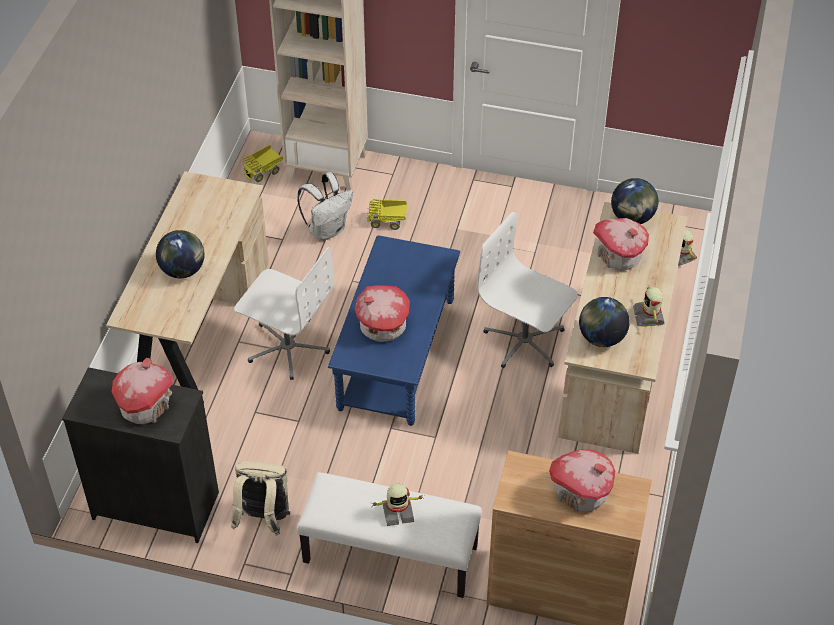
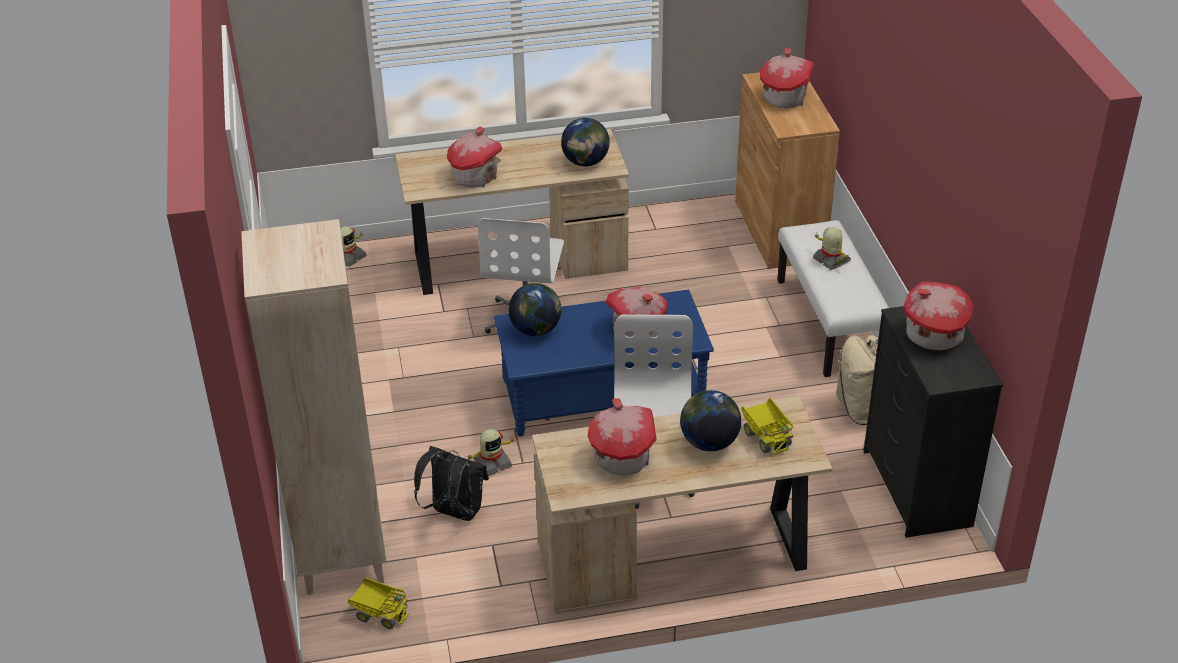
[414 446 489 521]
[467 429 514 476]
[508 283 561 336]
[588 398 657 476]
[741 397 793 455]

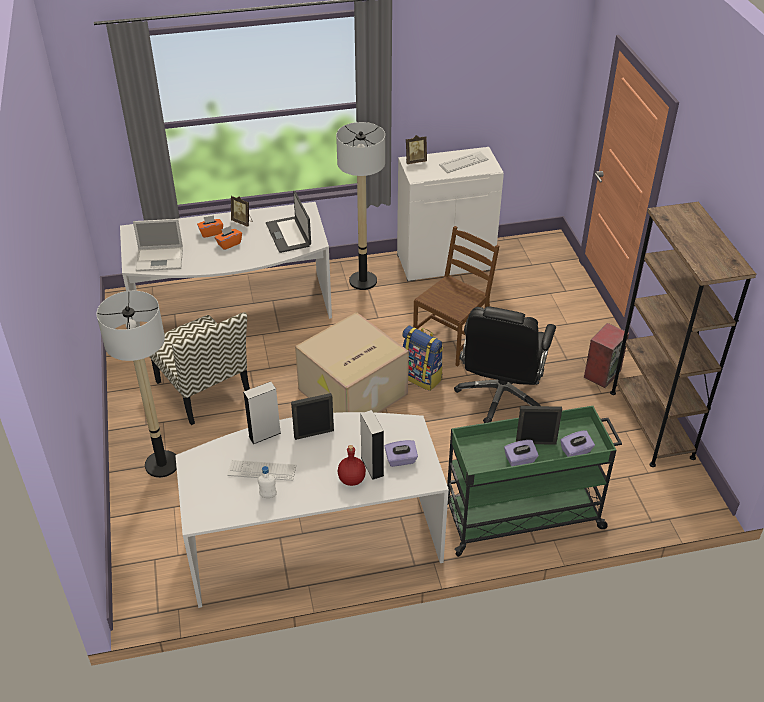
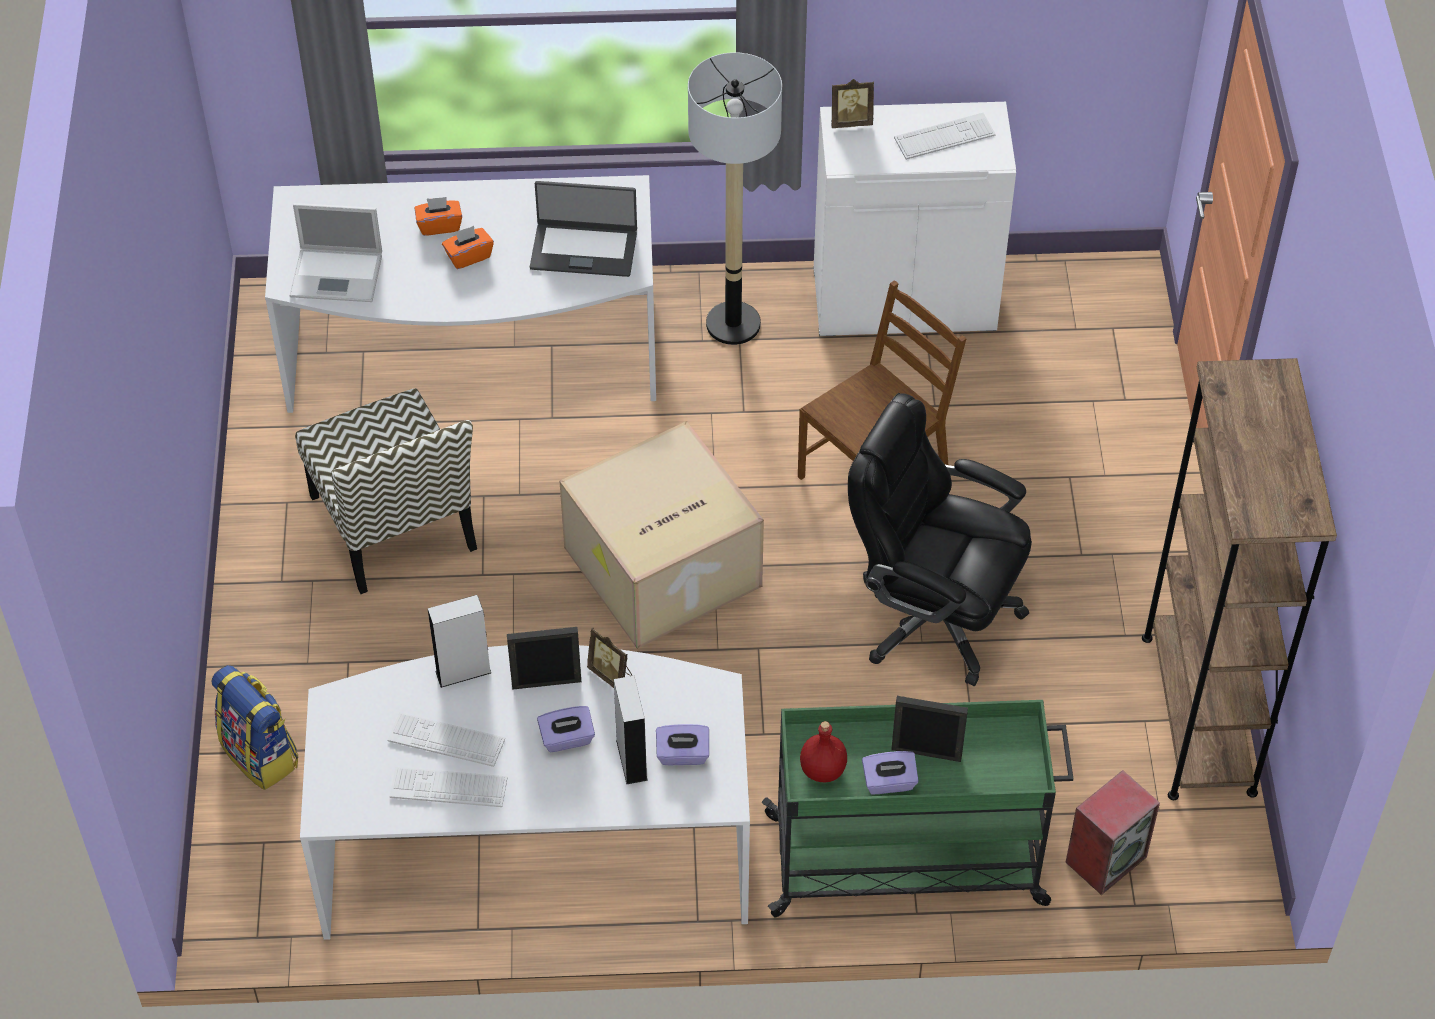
[211 665 298 790]
[389 767 508 807]
[530 181 637 277]
[537 706 595 752]
[587 627 632 688]
[800 721 847 782]
[848 393 1032 686]
[1065 770 1160 895]
[97 291 177 478] (first image)

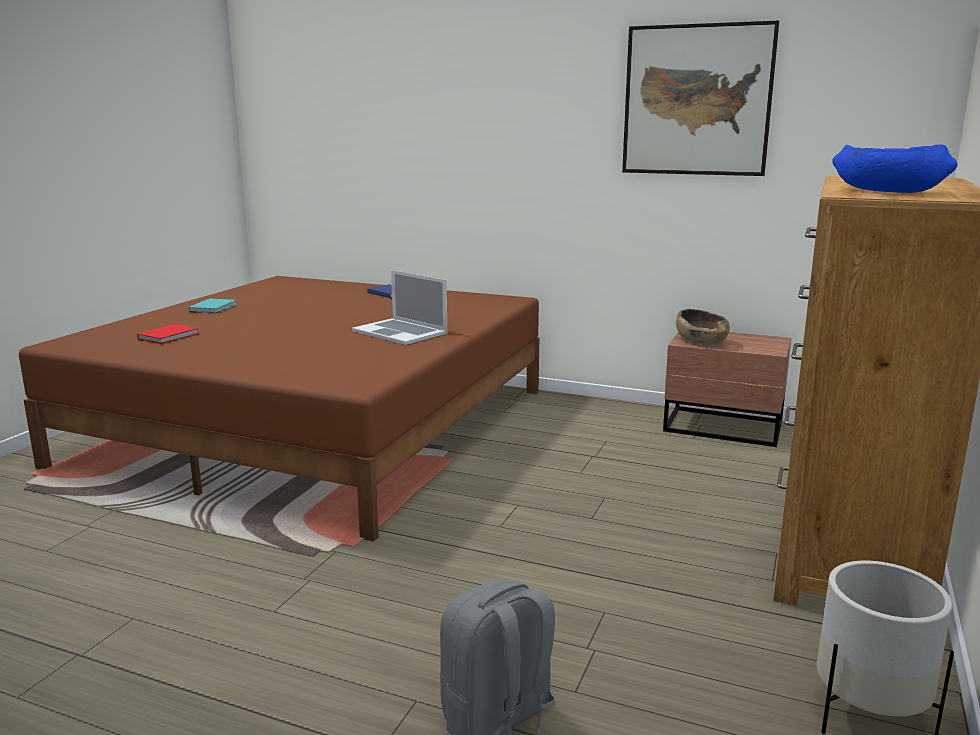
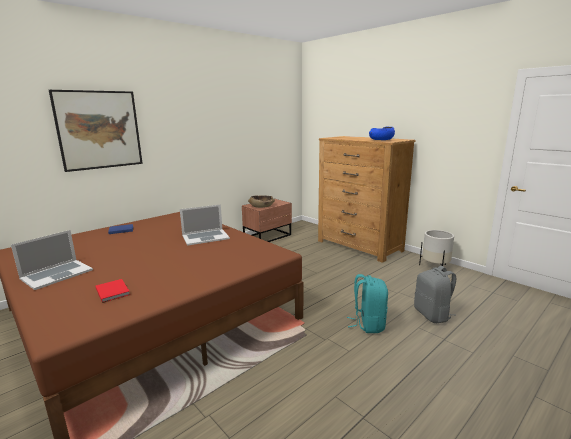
[11 230 93 290]
[49 90 143 172]
[347 274 388 333]

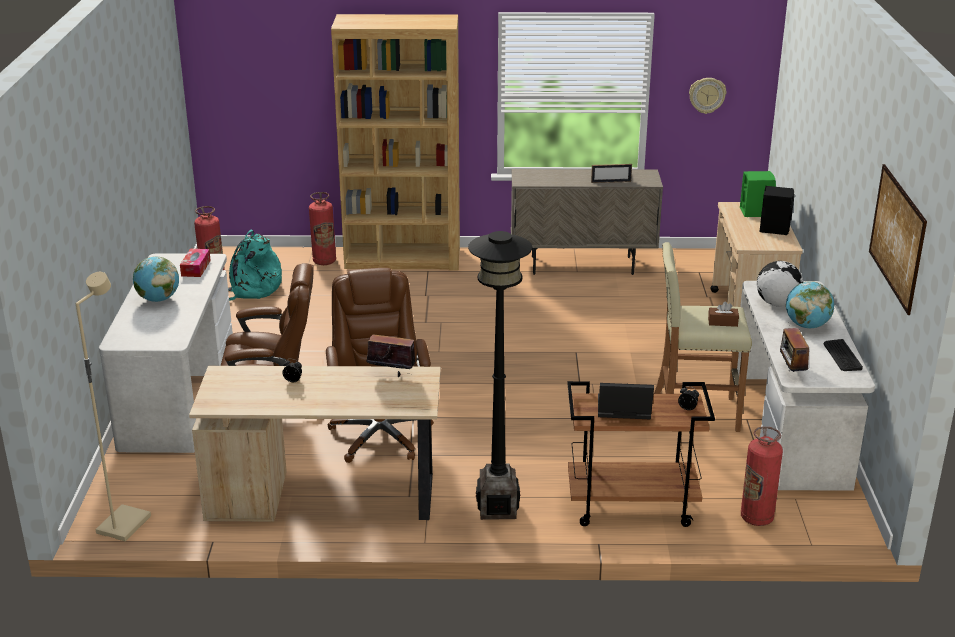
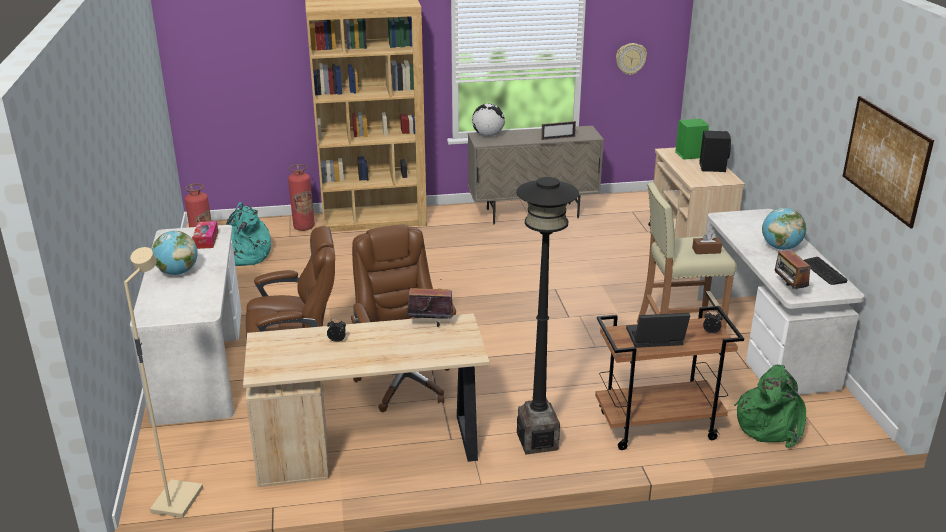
[472 103 505 137]
[734 365 806 448]

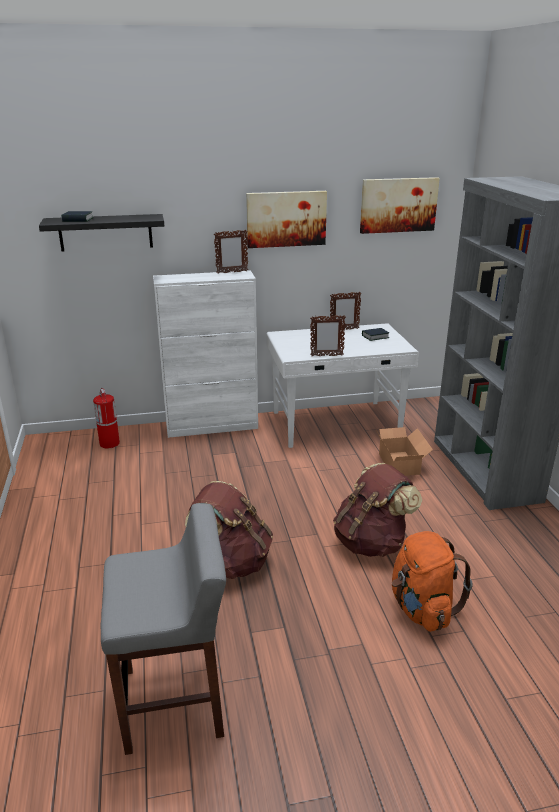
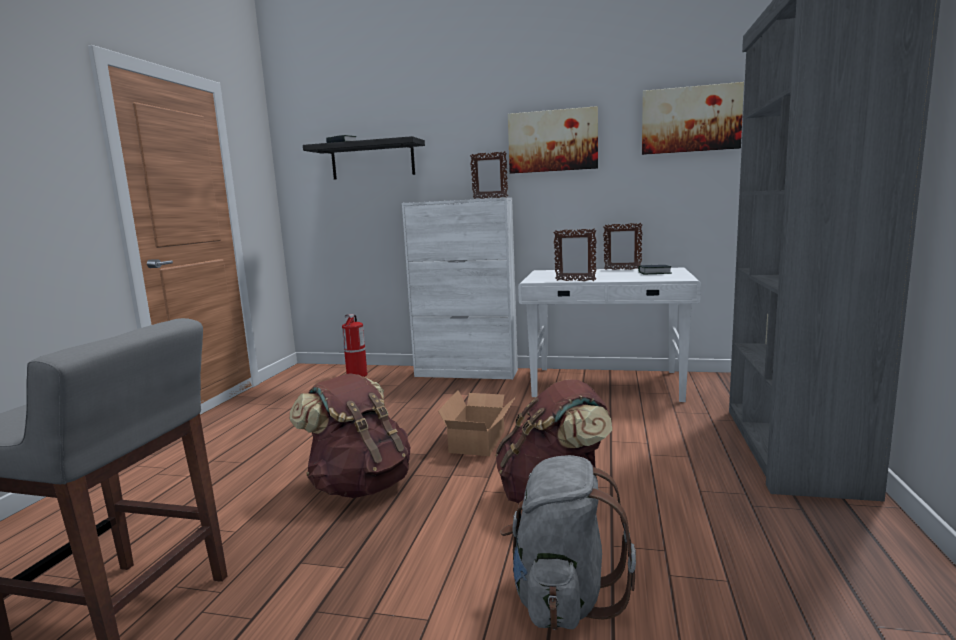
[438 390 516 456]
[500 455 636 630]

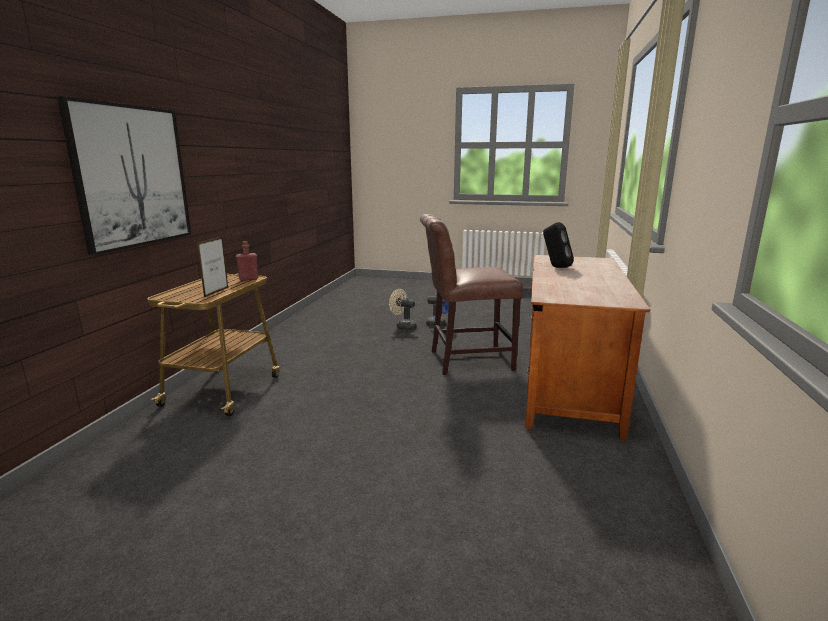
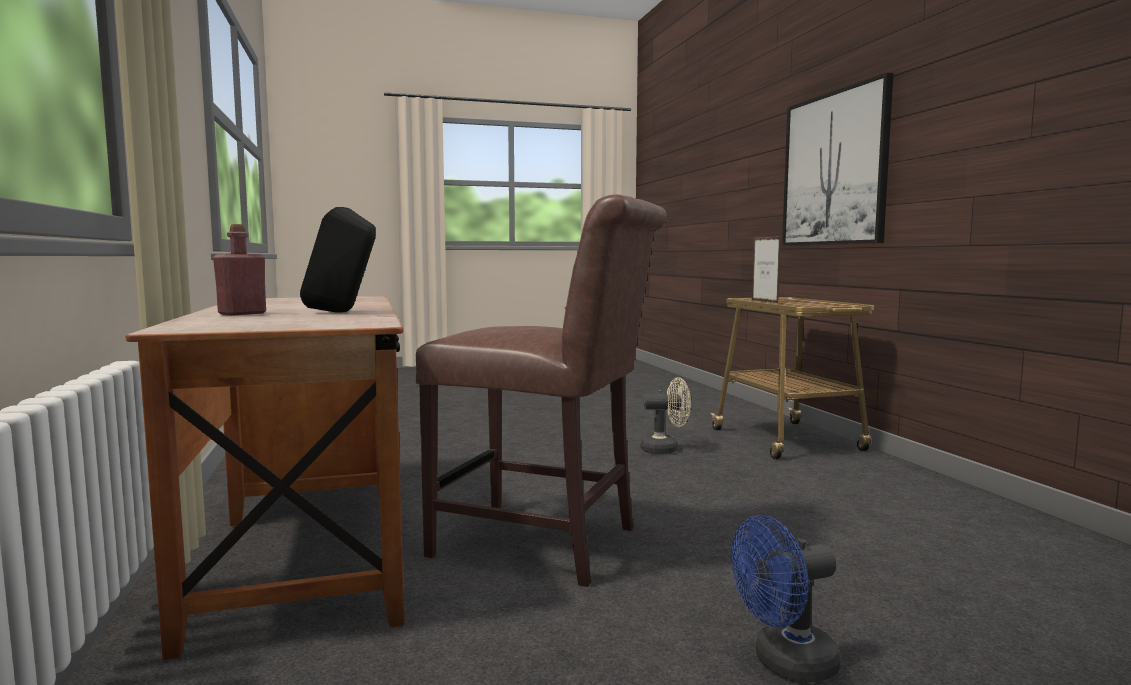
[213 224 266 316]
[416 194 667 587]
[641 377 691 454]

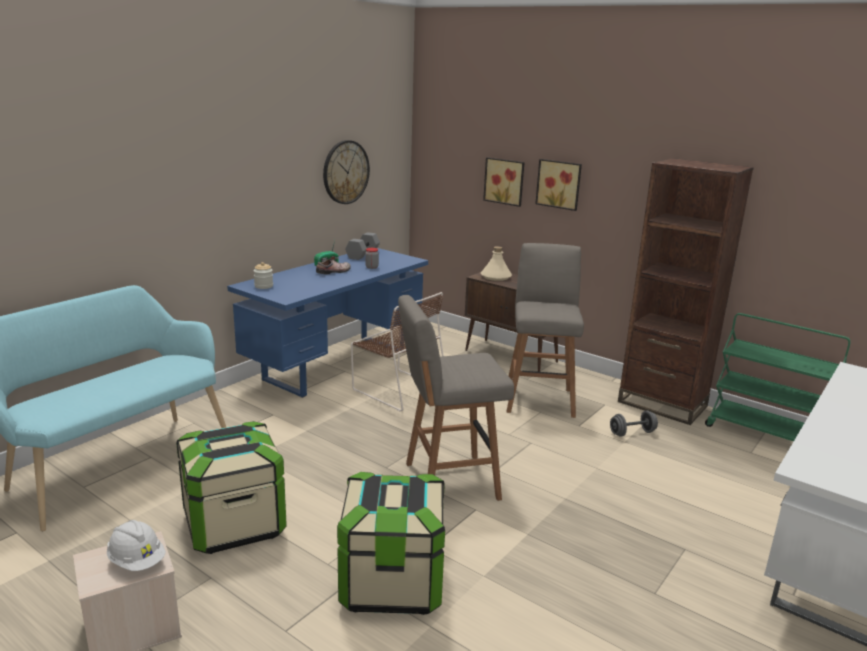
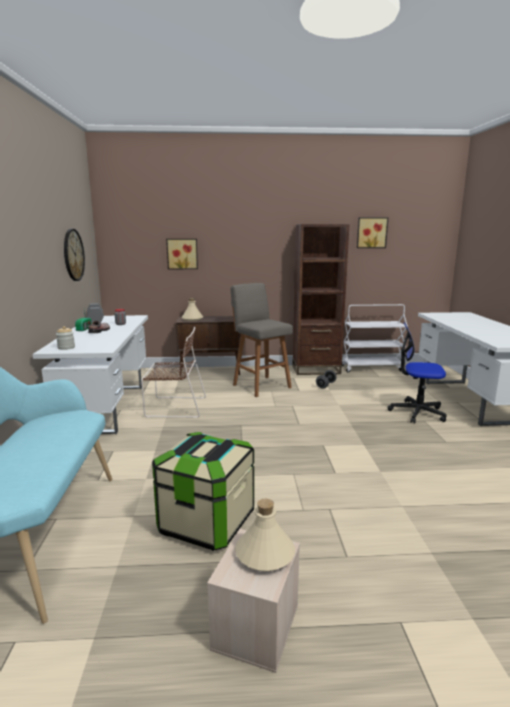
[33 315 148 434]
[235 499 295 571]
[342 304 408 372]
[357 217 388 248]
[387 322 447 424]
[337 472 445 615] (first image)
[398 295 514 501] (first image)

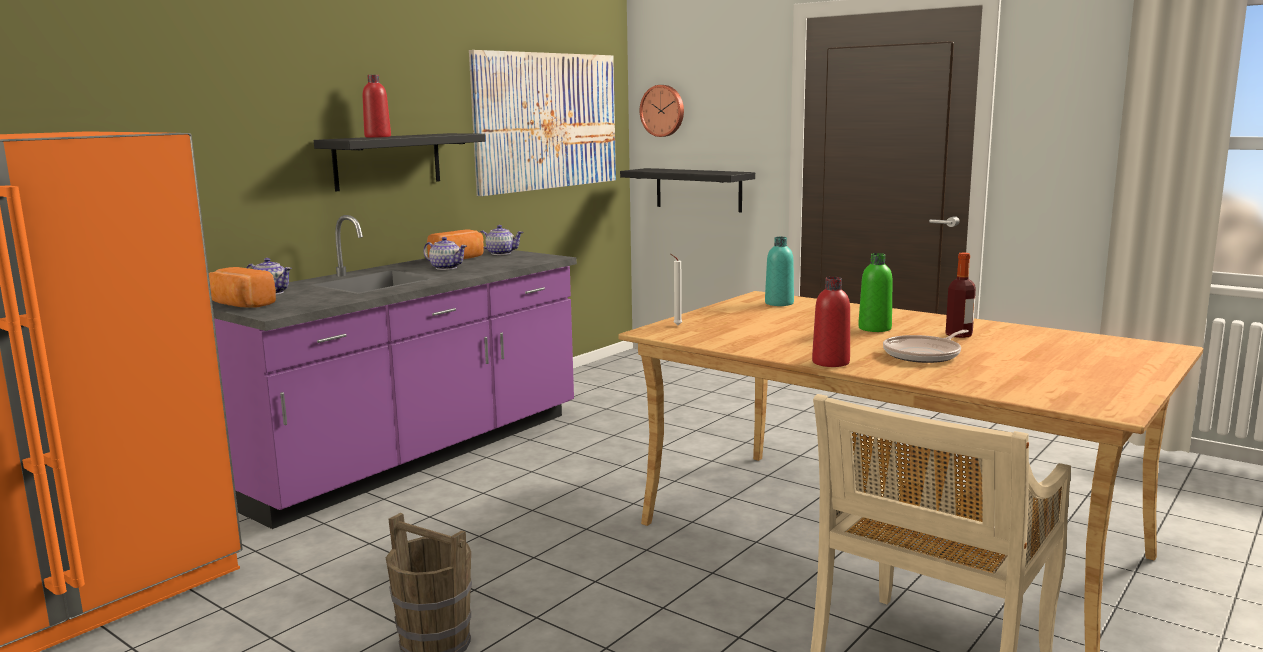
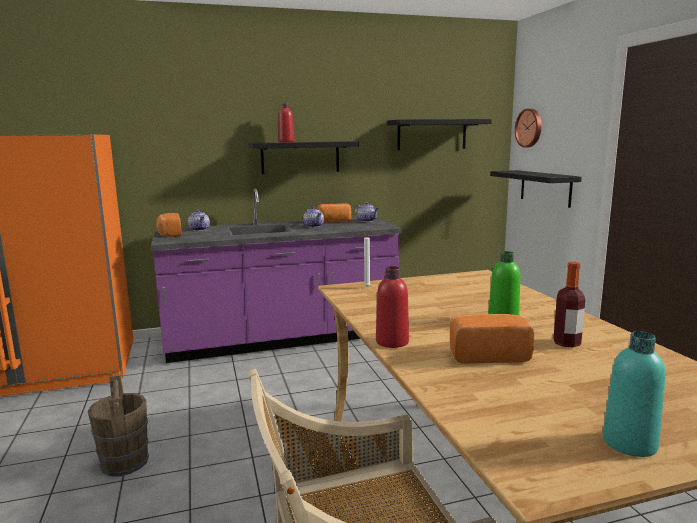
[388 119 492 150]
[450 314 534 364]
[603 331 666 457]

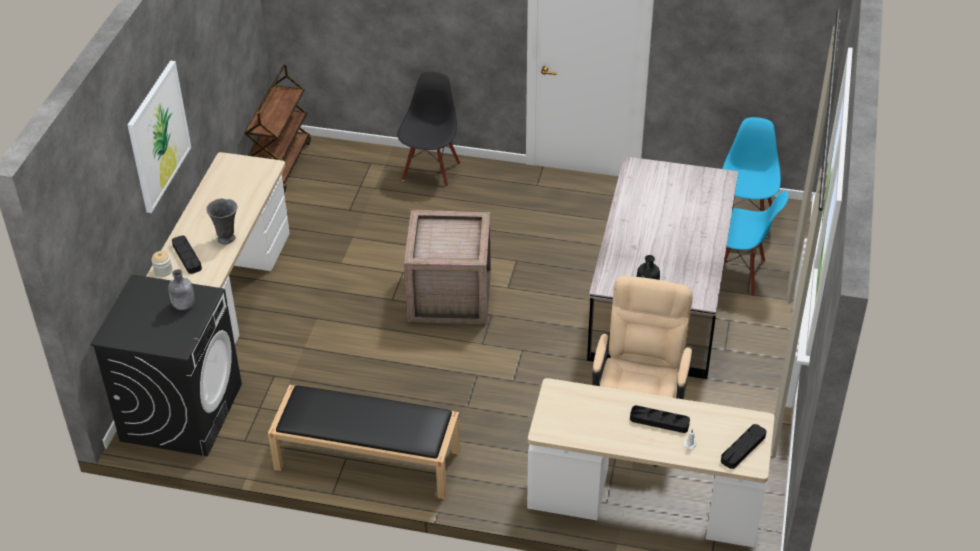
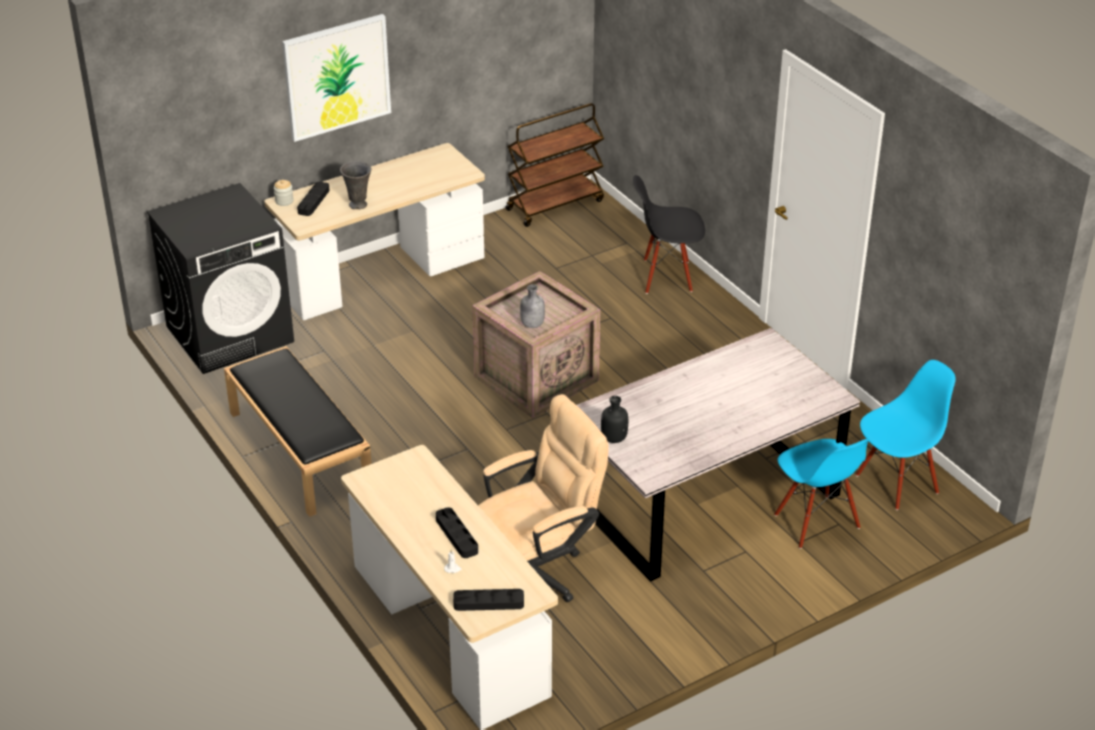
[520 284 545 328]
[633 175 705 294]

